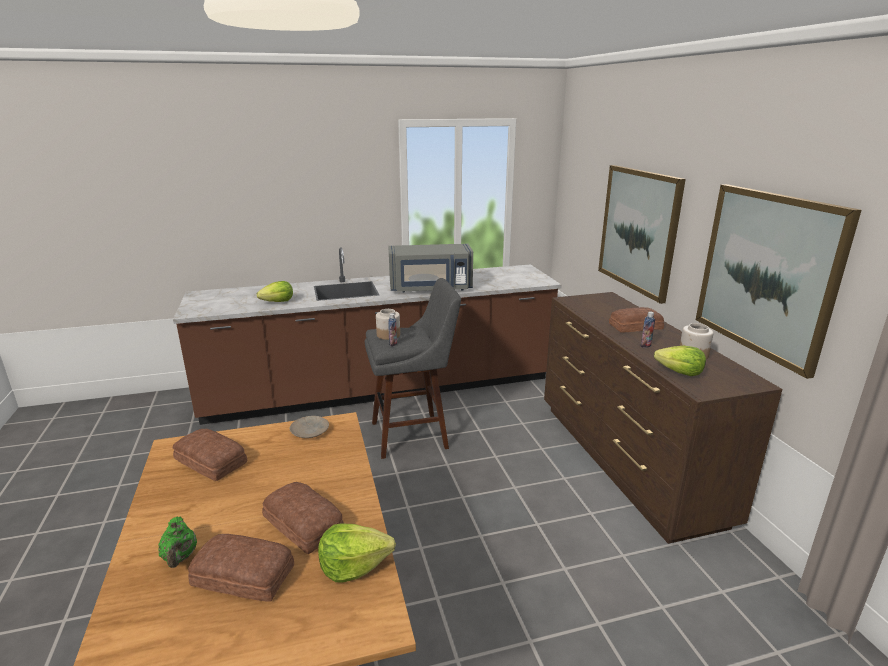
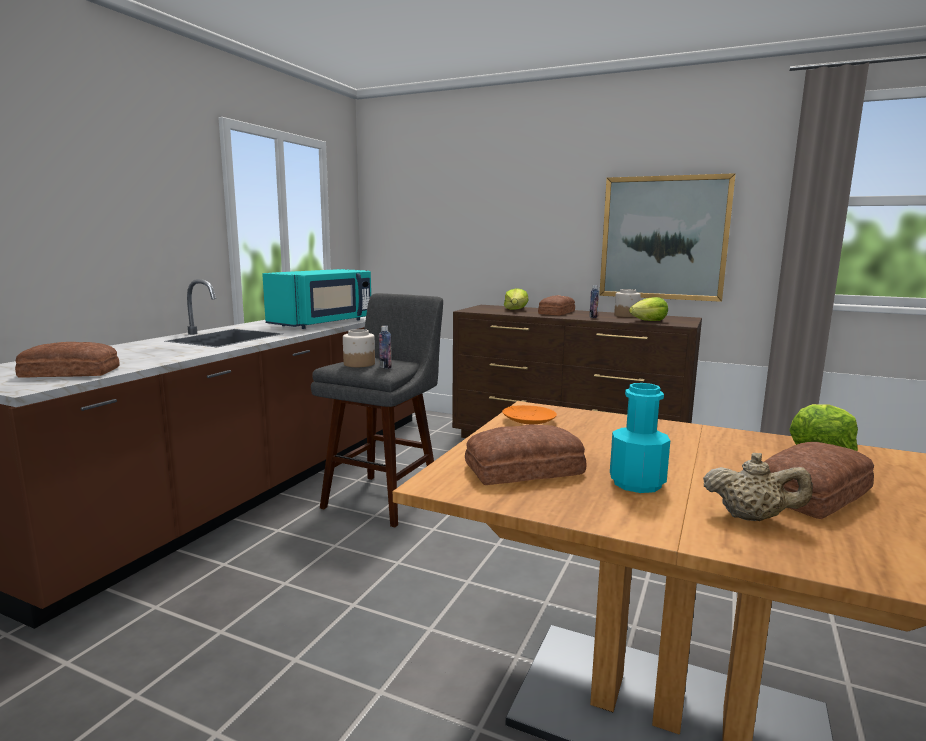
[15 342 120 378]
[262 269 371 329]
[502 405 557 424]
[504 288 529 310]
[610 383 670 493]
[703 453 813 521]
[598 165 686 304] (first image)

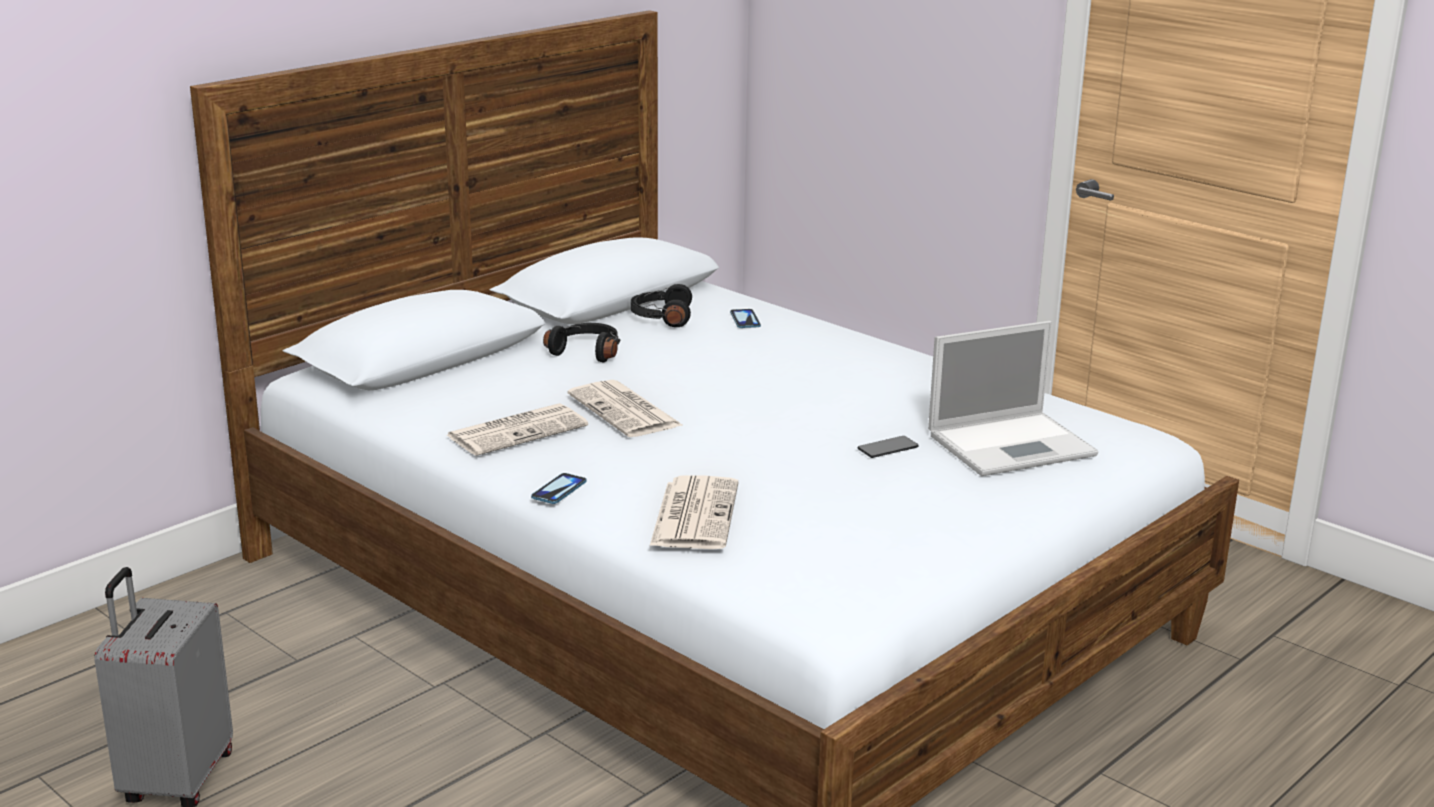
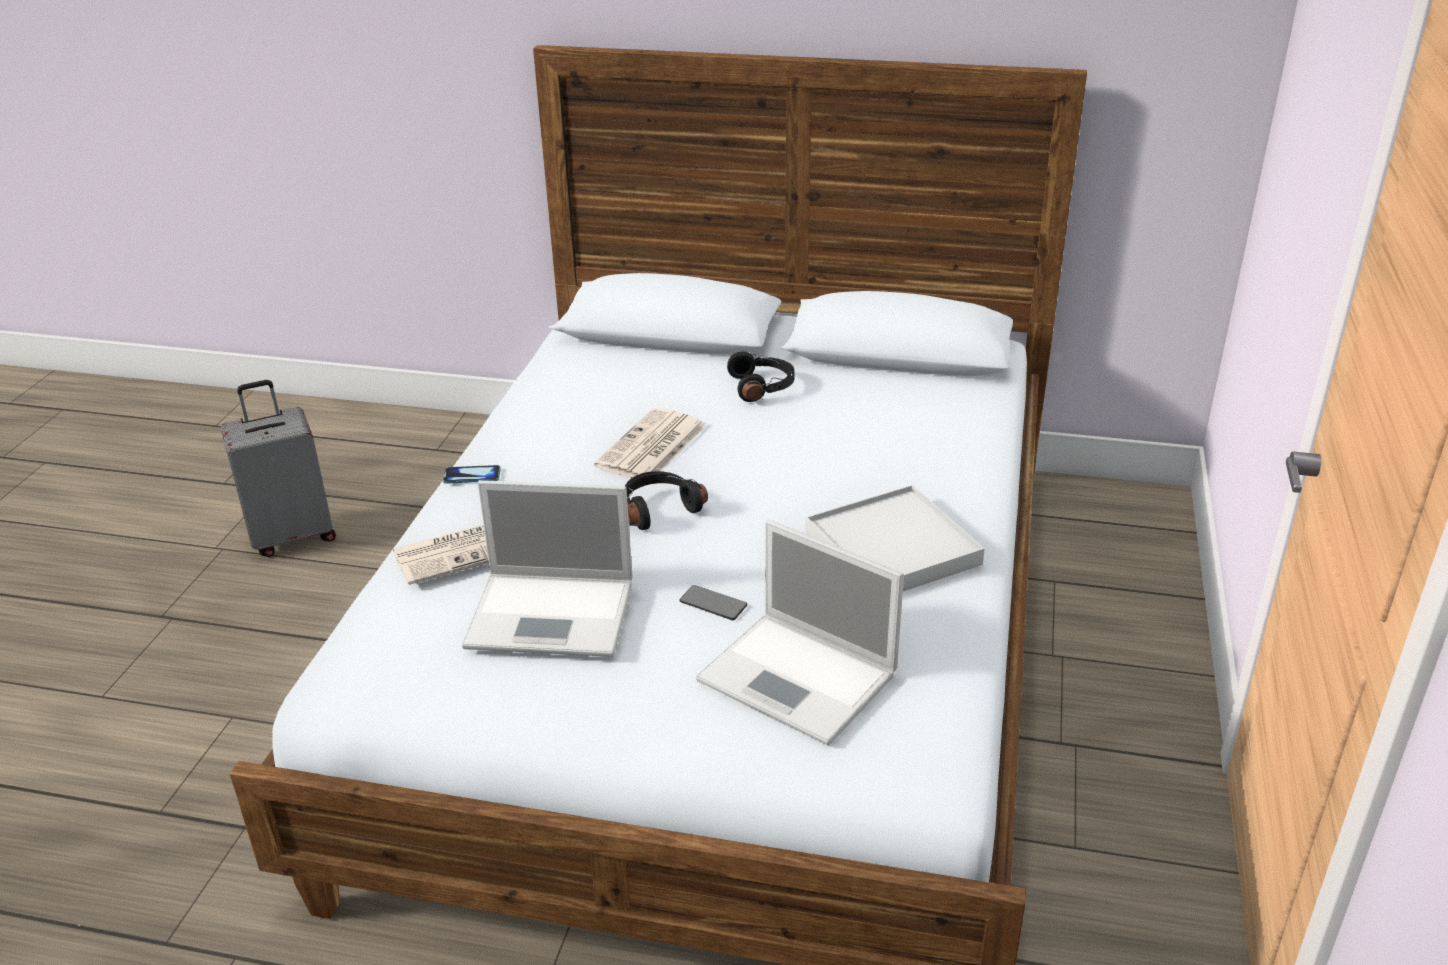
[462 480 633 657]
[625 471 708 530]
[805 485 985 591]
[447 403 588 456] (first image)
[730 309 761 328] (first image)

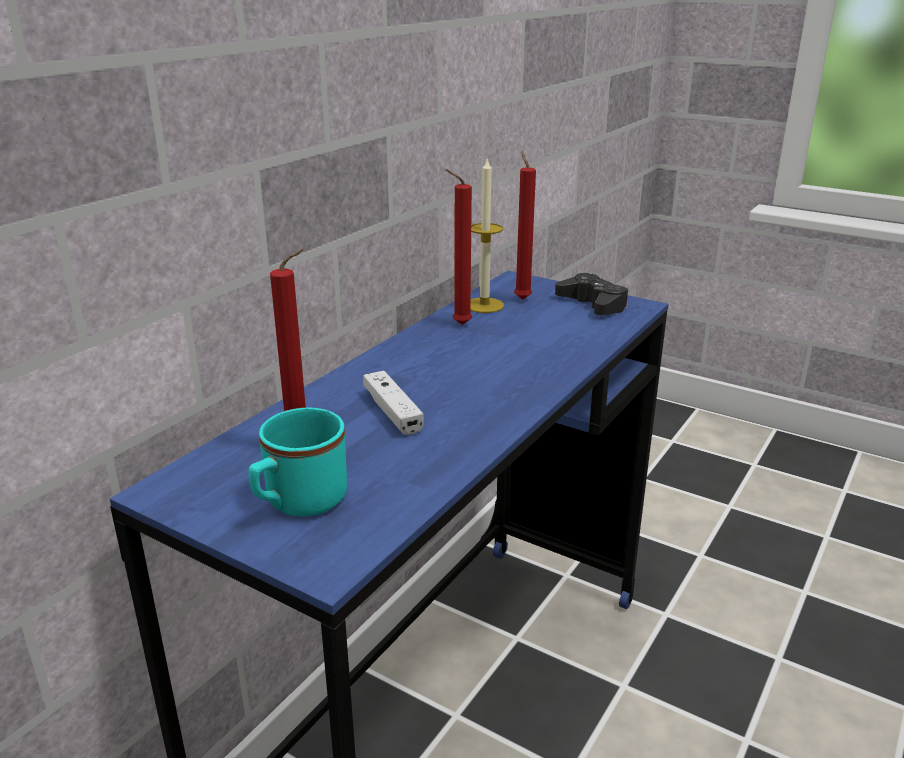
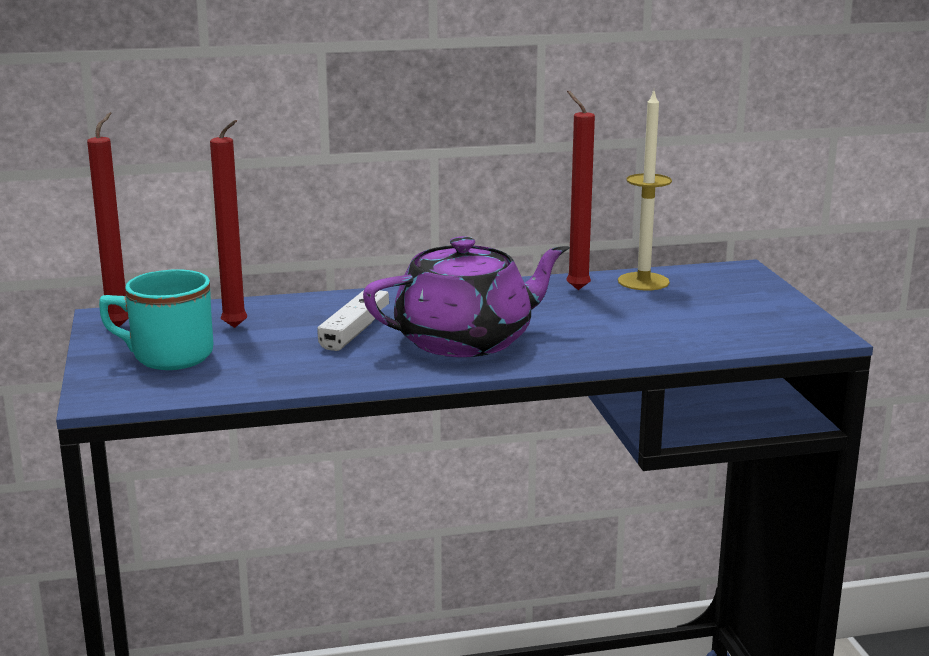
[87 112 129 327]
[363 236 570 357]
[555 273 628 315] (first image)

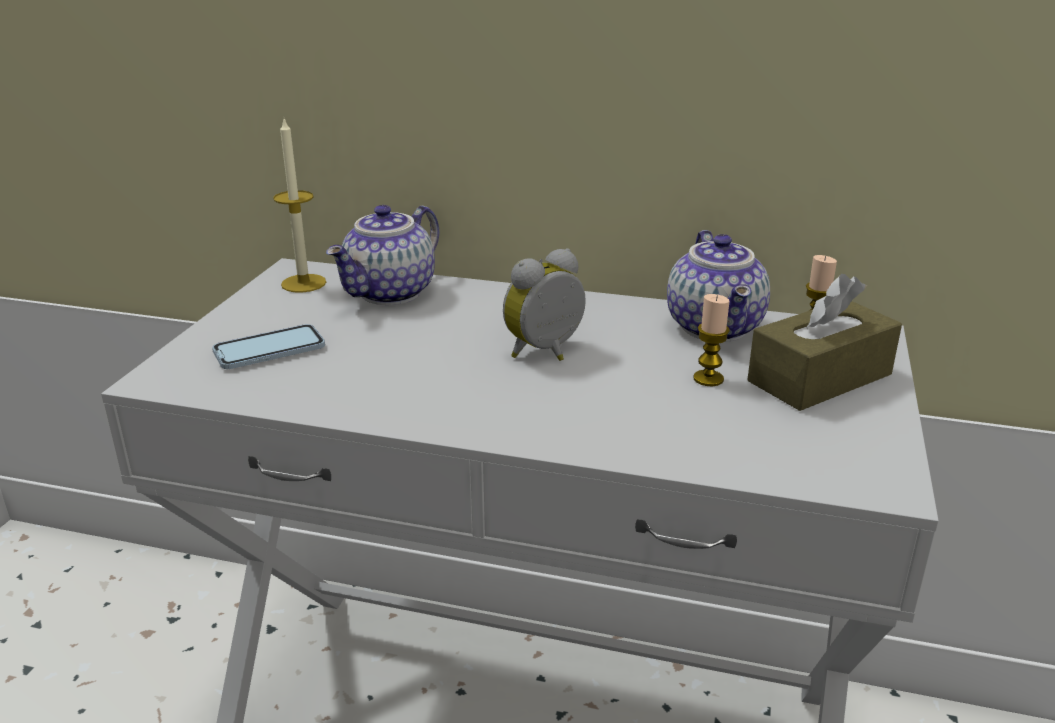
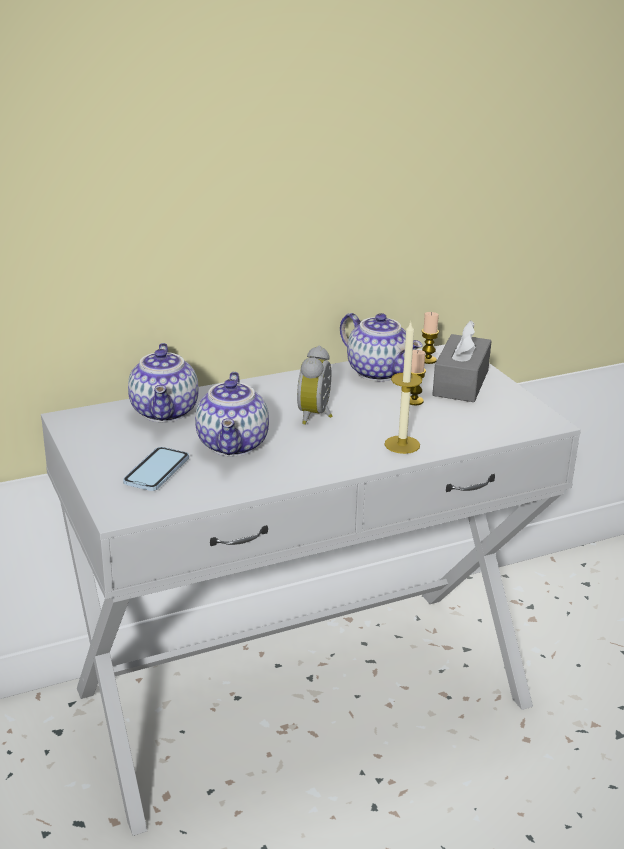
[195 372 269 456]
[385 321 422 454]
[432 320 492 402]

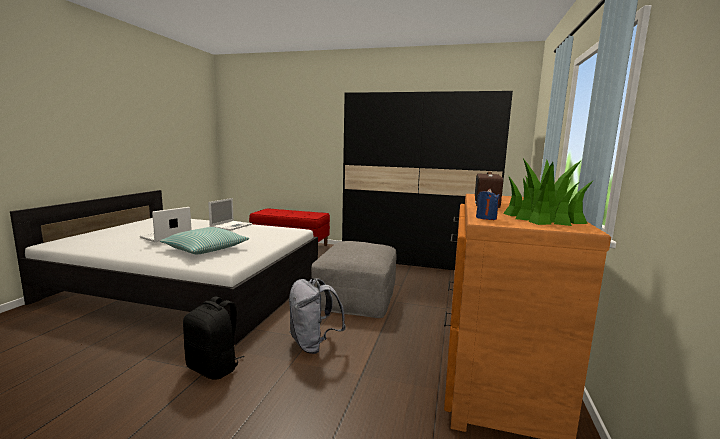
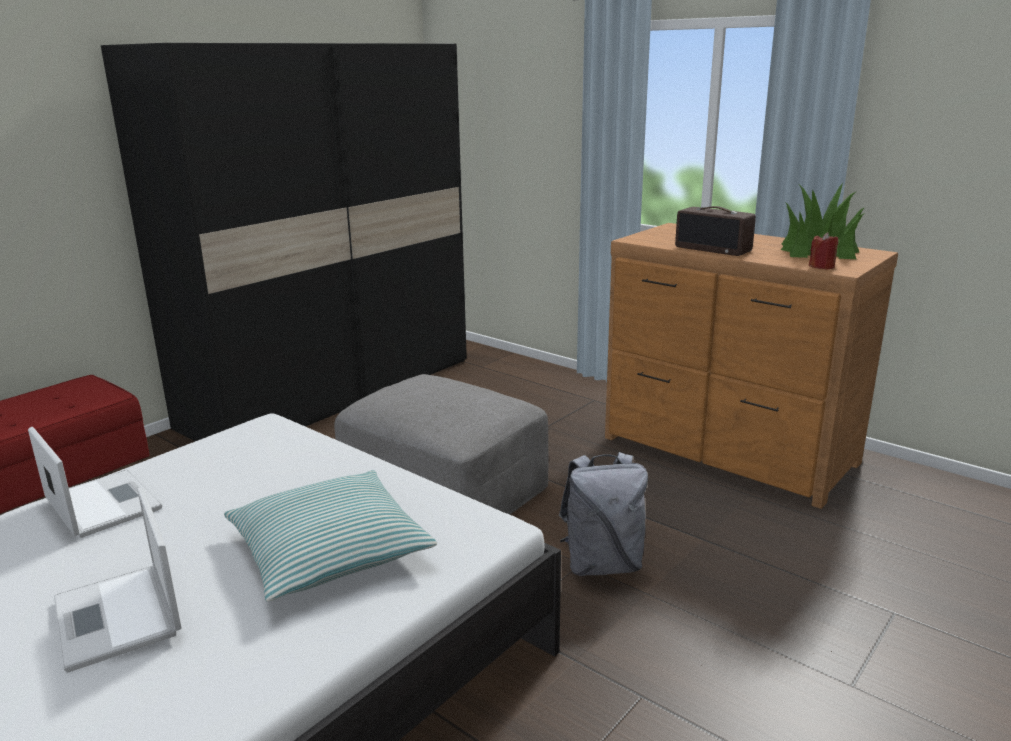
[809 232 838 269]
[183 296 244 380] (first image)

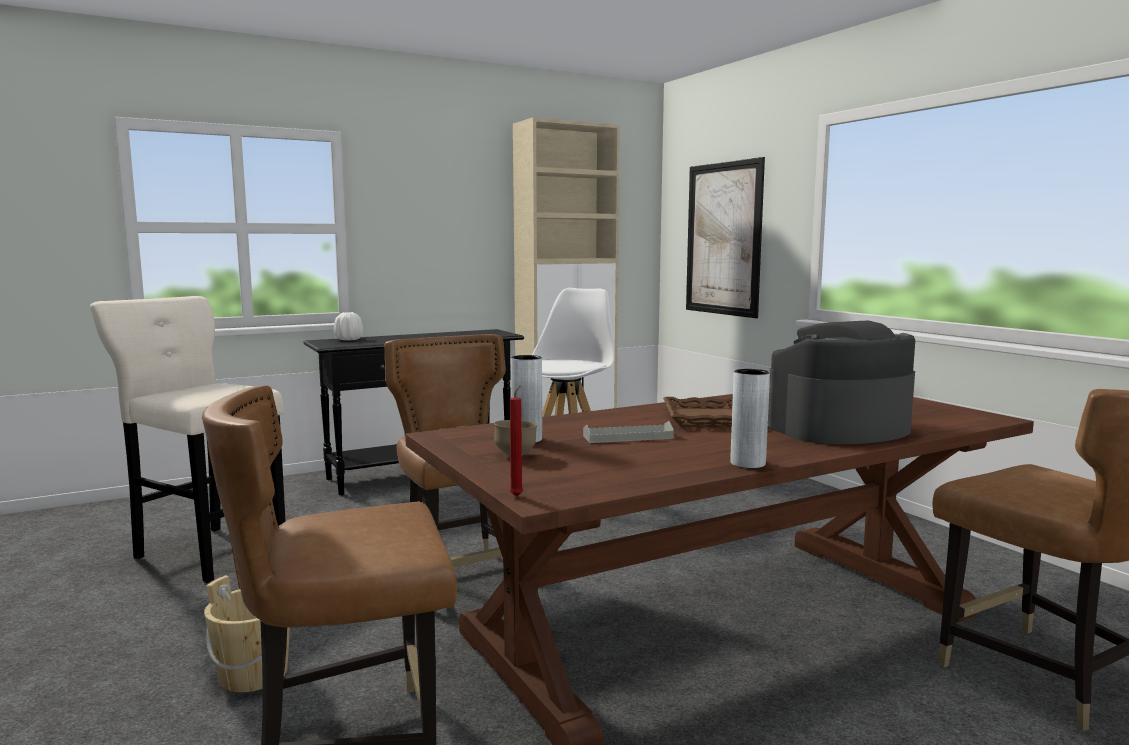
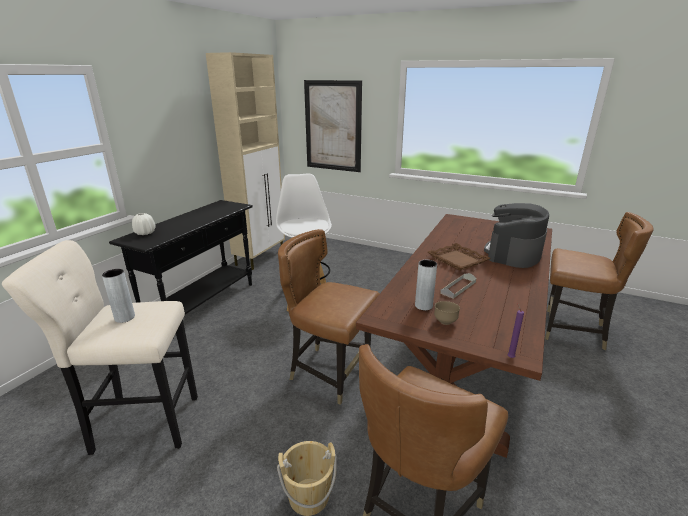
[102 269 135 323]
[507 304 524 358]

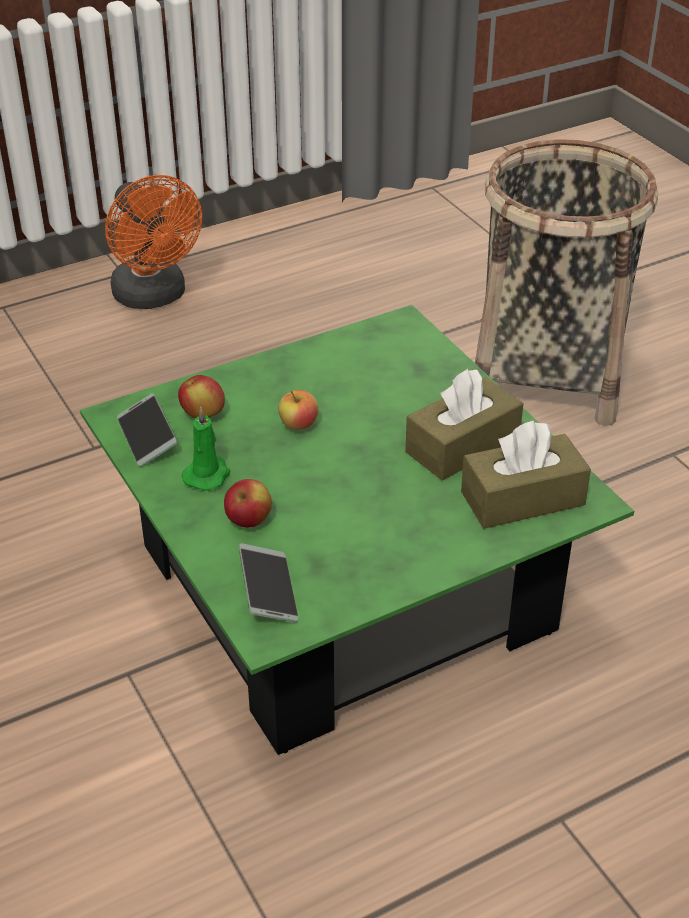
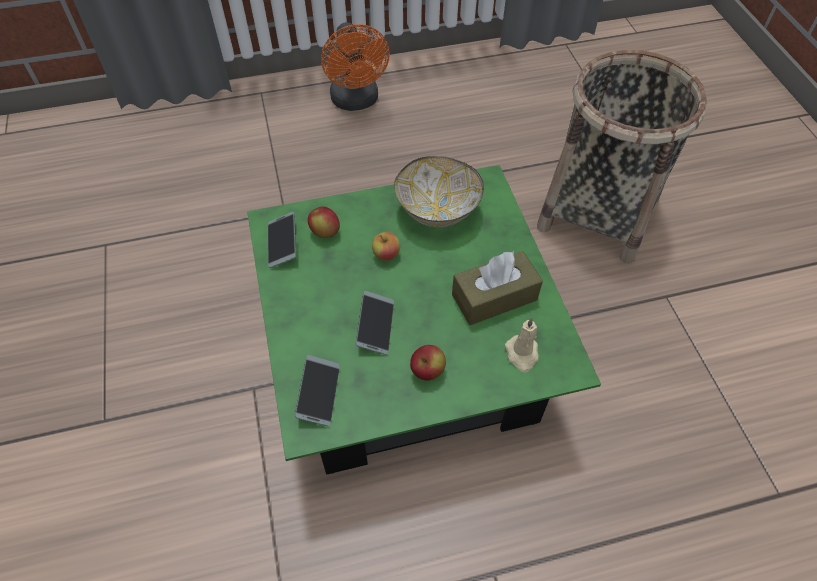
[356 291 394 355]
[394 156 484 227]
[410 345 446 381]
[505 318 539 372]
[182 407 230 491] (first image)

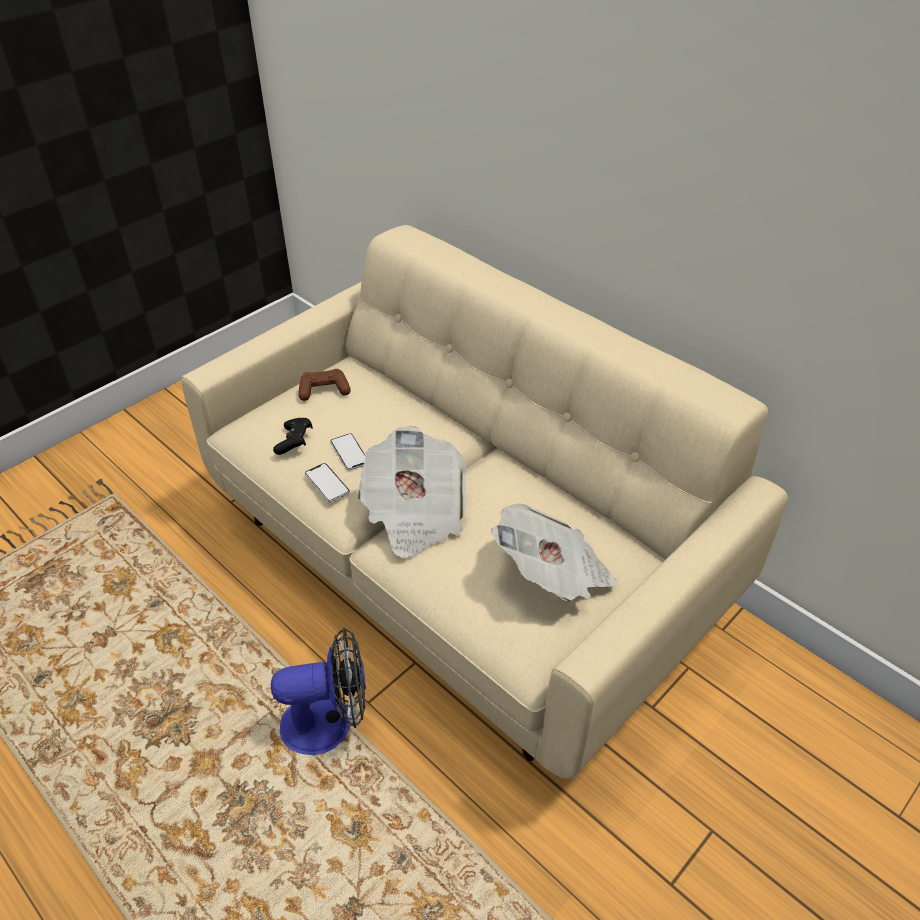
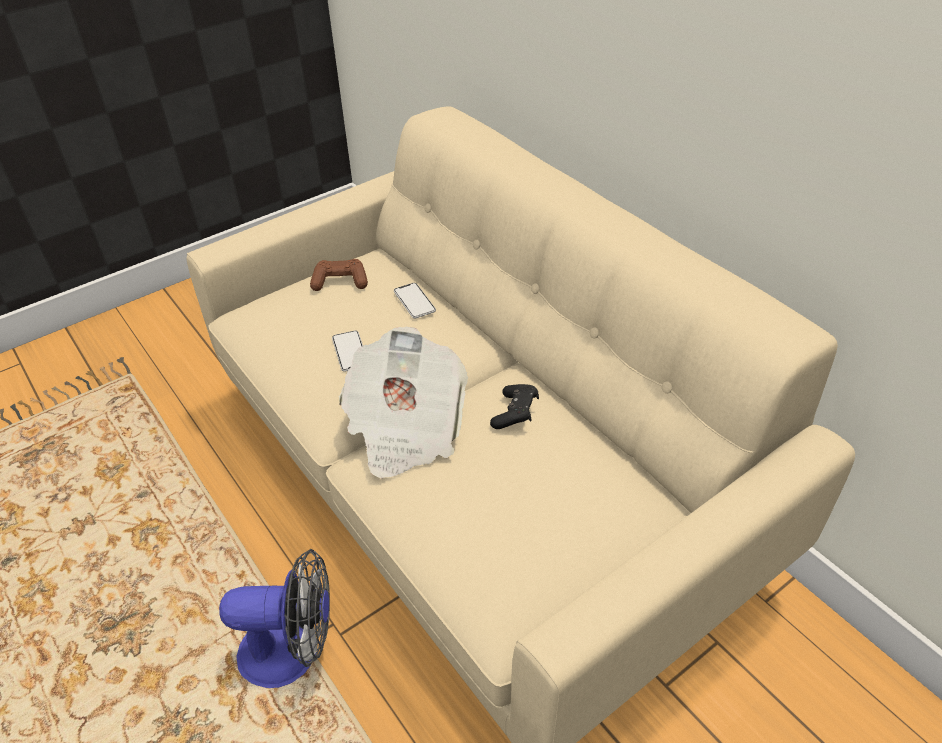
[394 283 436 318]
[490 384 539 429]
[491 504 617 601] (first image)

